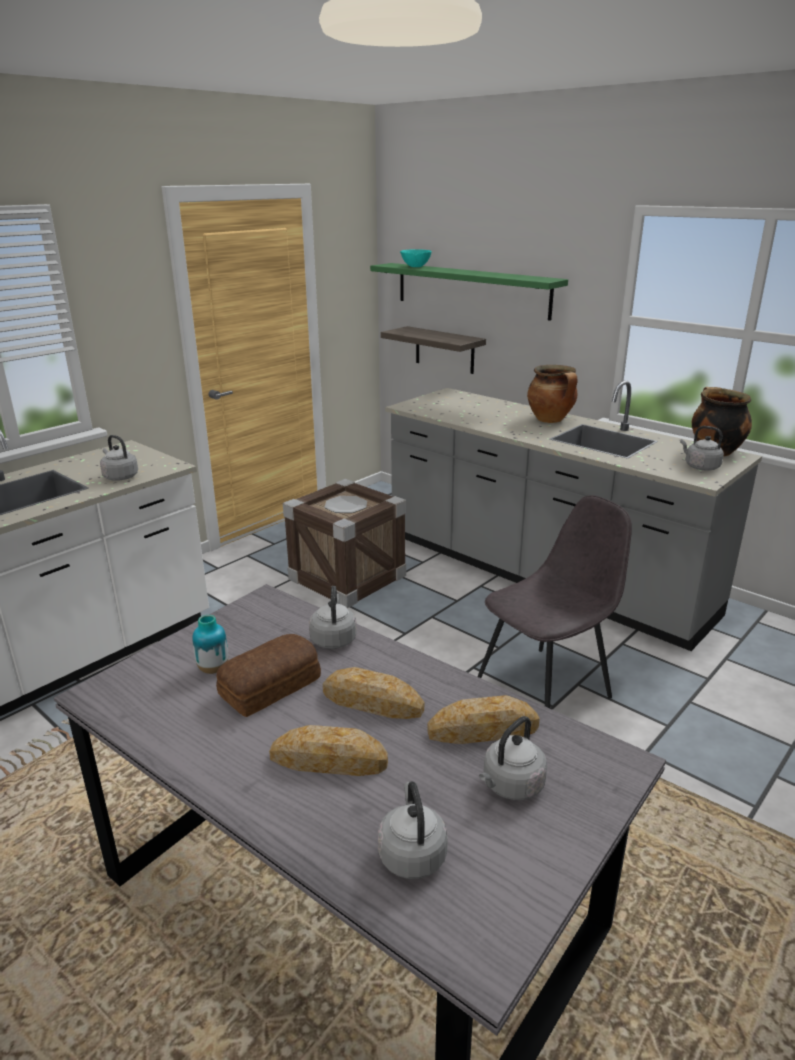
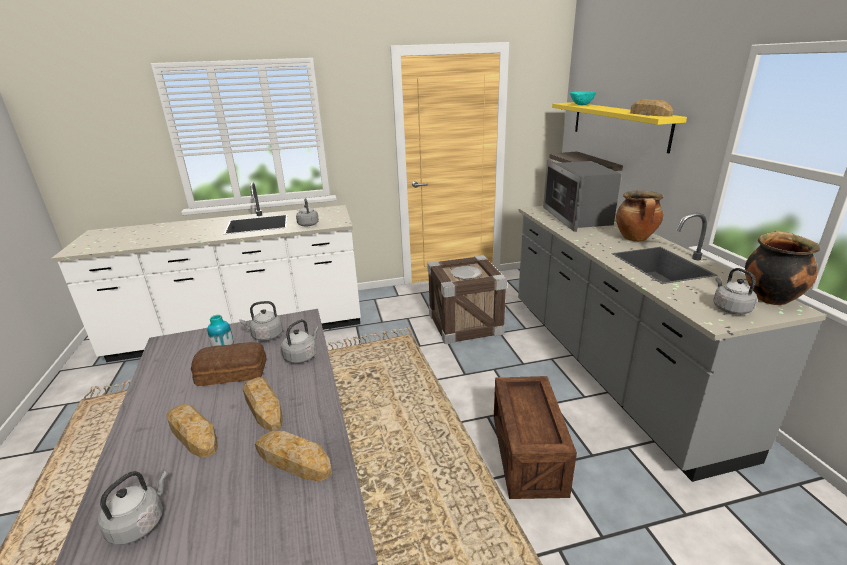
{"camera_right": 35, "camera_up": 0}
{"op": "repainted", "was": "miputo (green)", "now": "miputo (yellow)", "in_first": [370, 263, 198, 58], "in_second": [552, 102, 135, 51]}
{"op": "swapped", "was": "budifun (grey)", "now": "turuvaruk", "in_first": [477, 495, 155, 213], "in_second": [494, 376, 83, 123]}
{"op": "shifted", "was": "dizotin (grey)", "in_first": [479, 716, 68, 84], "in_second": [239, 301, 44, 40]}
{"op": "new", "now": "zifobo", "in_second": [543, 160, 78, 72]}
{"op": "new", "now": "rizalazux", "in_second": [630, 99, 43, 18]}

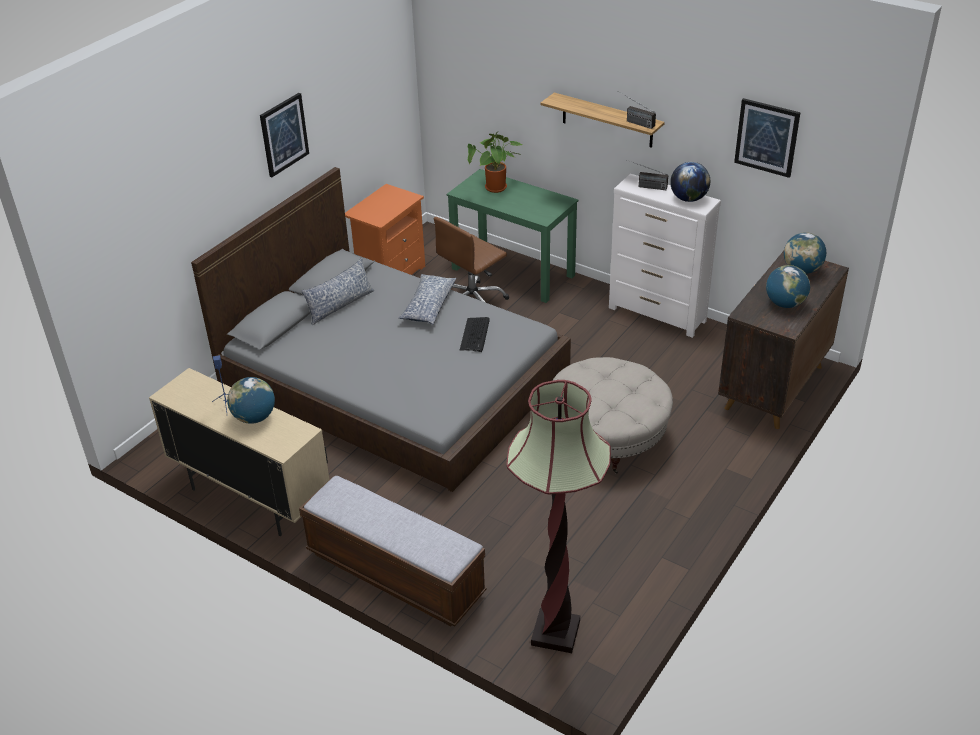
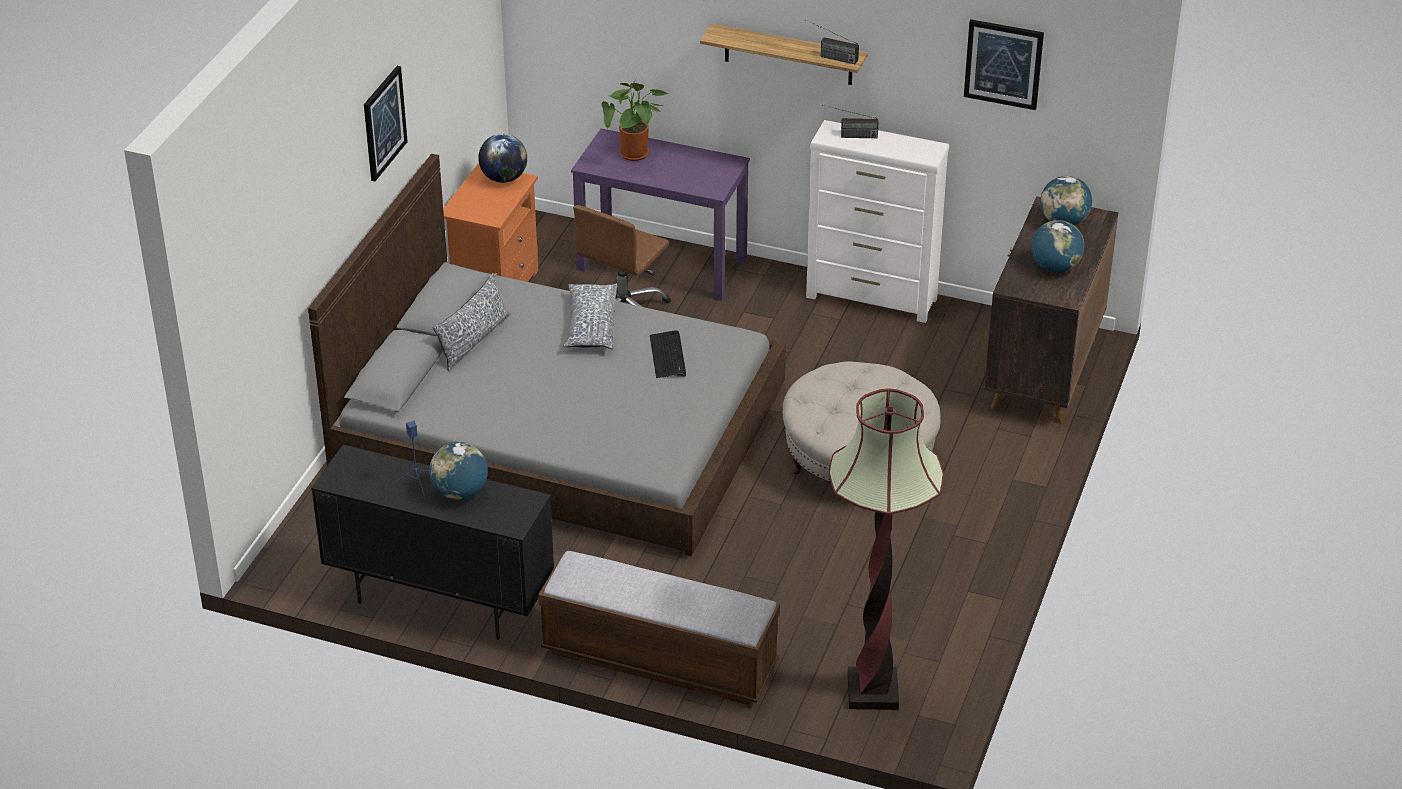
{"camera_right": -15, "camera_up": 0}
{"op": "repainted", "was": "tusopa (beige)", "now": "tusopa (black)", "in_first": [149, 368, 180, 168], "in_second": [311, 445, 243, 195]}
{"op": "repainted", "was": "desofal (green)", "now": "desofal (purple)", "in_first": [447, 169, 131, 134], "in_second": [571, 129, 179, 172]}
{"op": "shifted", "was": "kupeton", "in_first": [670, 162, 40, 40], "in_second": [478, 134, 49, 49]}

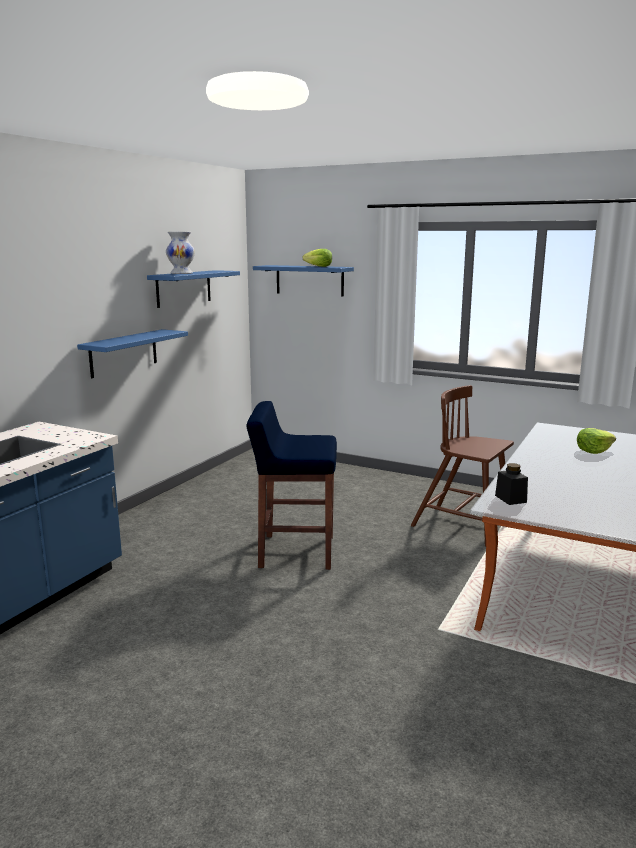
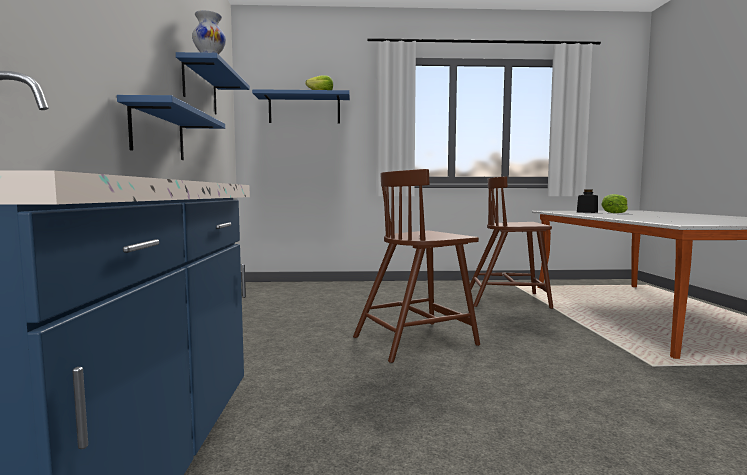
{"camera_right": -30, "camera_up": -10}
{"op": "swapped", "was": "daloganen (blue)", "now": "budifun (brown)", "in_first": [246, 401, 91, 169], "in_second": [353, 169, 127, 194]}
{"op": "shifted", "was": "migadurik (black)", "in_first": [495, 463, 33, 42], "in_second": [577, 189, 21, 24]}

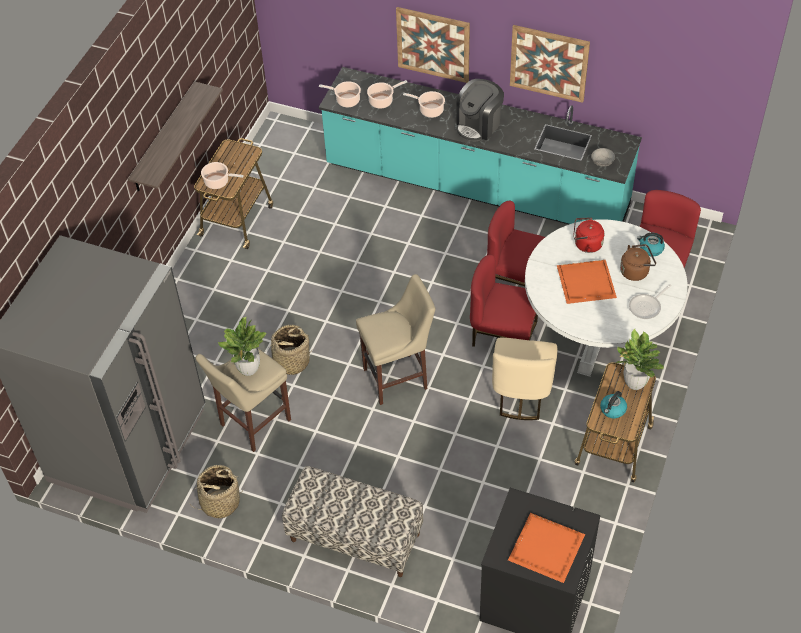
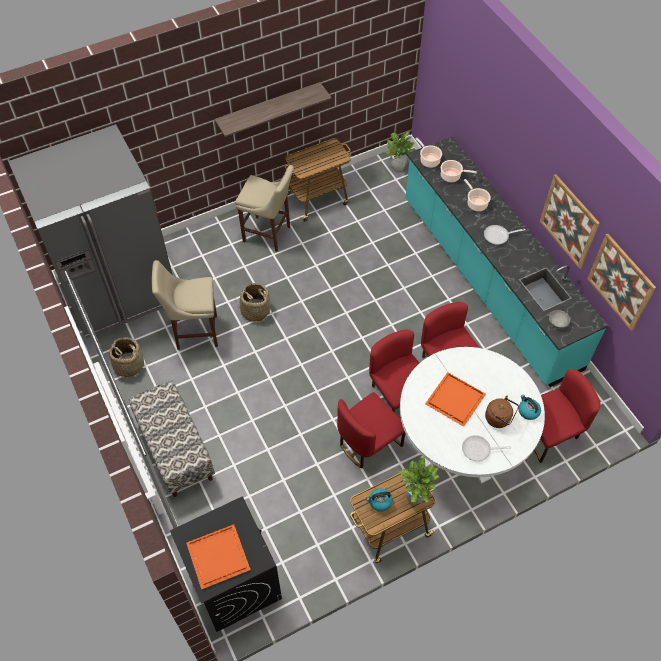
{"camera_right": 40, "camera_up": 5}
{"op": "gone", "was": "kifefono", "in_first": [201, 162, 43, 27]}
{"op": "shifted", "was": "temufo", "in_first": [218, 317, 49, 59], "in_second": [385, 132, 31, 40]}
{"op": "shifted", "was": "daloganen (beige)", "in_first": [356, 274, 79, 131], "in_second": [235, 165, 59, 87]}
{"op": "shifted", "was": "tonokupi", "in_first": [396, 7, 74, 76], "in_second": [587, 234, 69, 97]}
{"op": "swapped", "was": "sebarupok", "now": "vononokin", "in_first": [456, 79, 48, 63], "in_second": [484, 225, 42, 20]}
{"op": "repainted", "was": "budifun (beige)", "now": "budifun (red)", "in_first": [492, 338, 65, 82], "in_second": [337, 392, 68, 77]}
{"op": "gone", "was": "dizotin (red)", "in_first": [573, 218, 31, 35]}

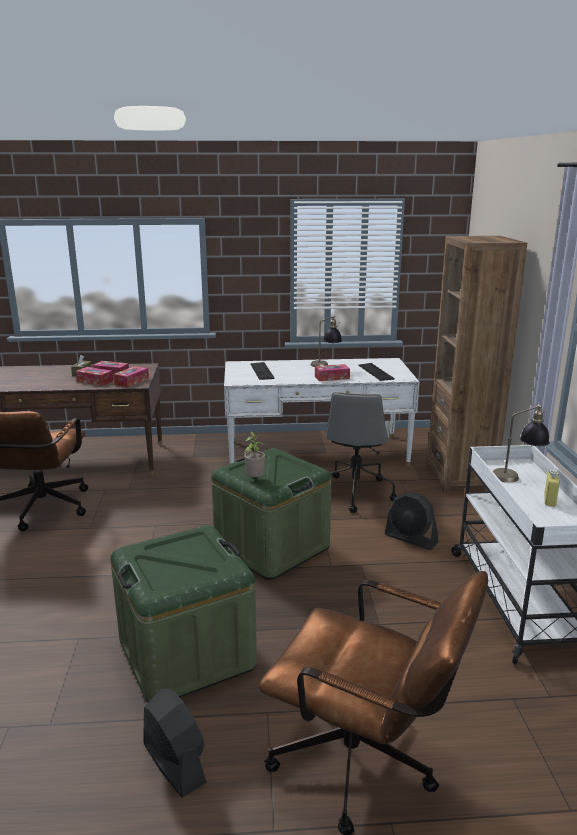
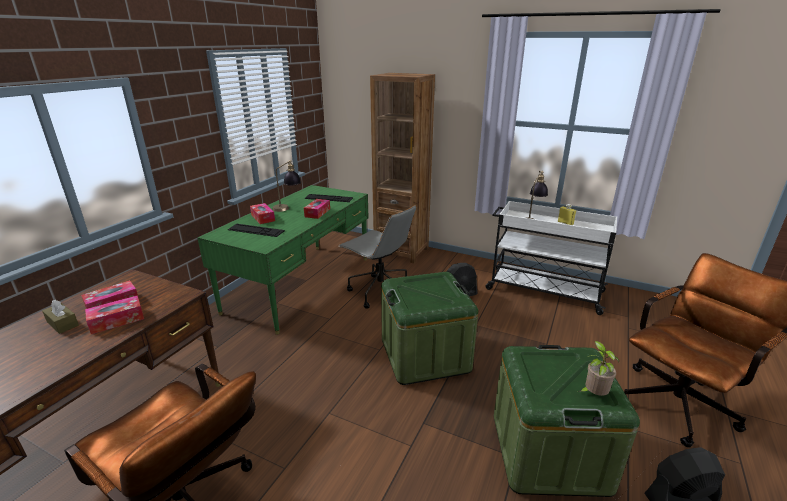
{"camera_right": -60, "camera_up": 5}
{"op": "shifted", "was": "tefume", "in_first": [113, 366, 36, 21], "in_second": [250, 203, 25, 21]}
{"op": "repainted", "was": "desofal (white)", "now": "desofal (green)", "in_first": [224, 358, 195, 108], "in_second": [198, 185, 171, 150]}
{"op": "shifted", "was": "temufo", "in_first": [244, 432, 21, 45], "in_second": [578, 341, 41, 55]}

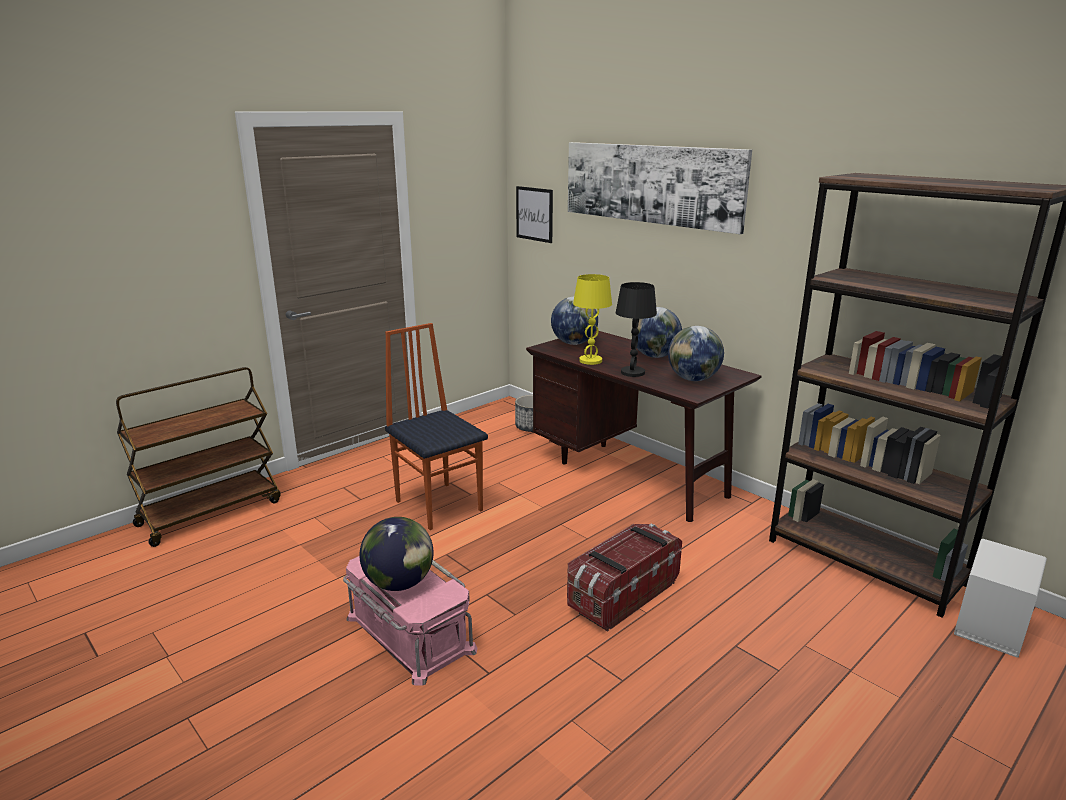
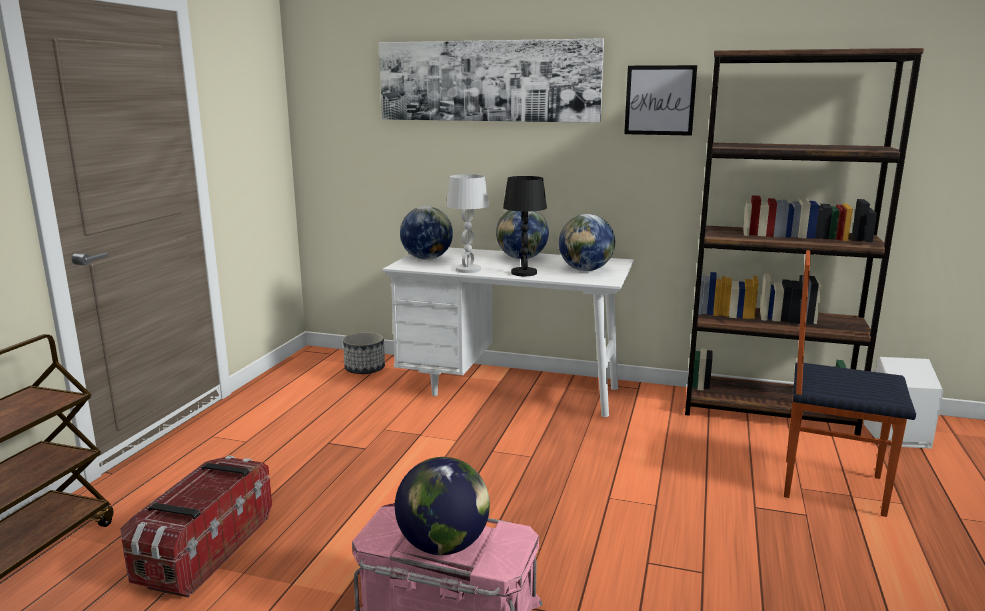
{"camera_right": -30, "camera_up": -5}
{"op": "shifted", "was": "budifun", "in_first": [385, 323, 103, 207], "in_second": [784, 250, 132, 267]}
{"op": "shifted", "was": "tonokupi", "in_first": [516, 186, 37, 57], "in_second": [624, 65, 73, 71]}
{"op": "repainted", "was": "desofal (brown)", "now": "desofal (white)", "in_first": [526, 330, 235, 192], "in_second": [383, 247, 251, 170]}
{"op": "shifted", "was": "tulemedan", "in_first": [567, 523, 115, 109], "in_second": [121, 456, 151, 142]}
{"op": "repainted", "was": "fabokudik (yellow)", "now": "fabokudik (white)", "in_first": [573, 274, 39, 91], "in_second": [446, 174, 43, 99]}

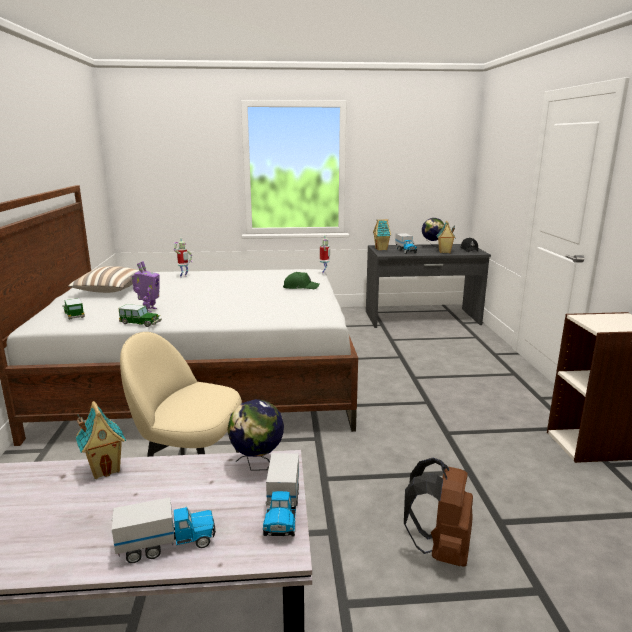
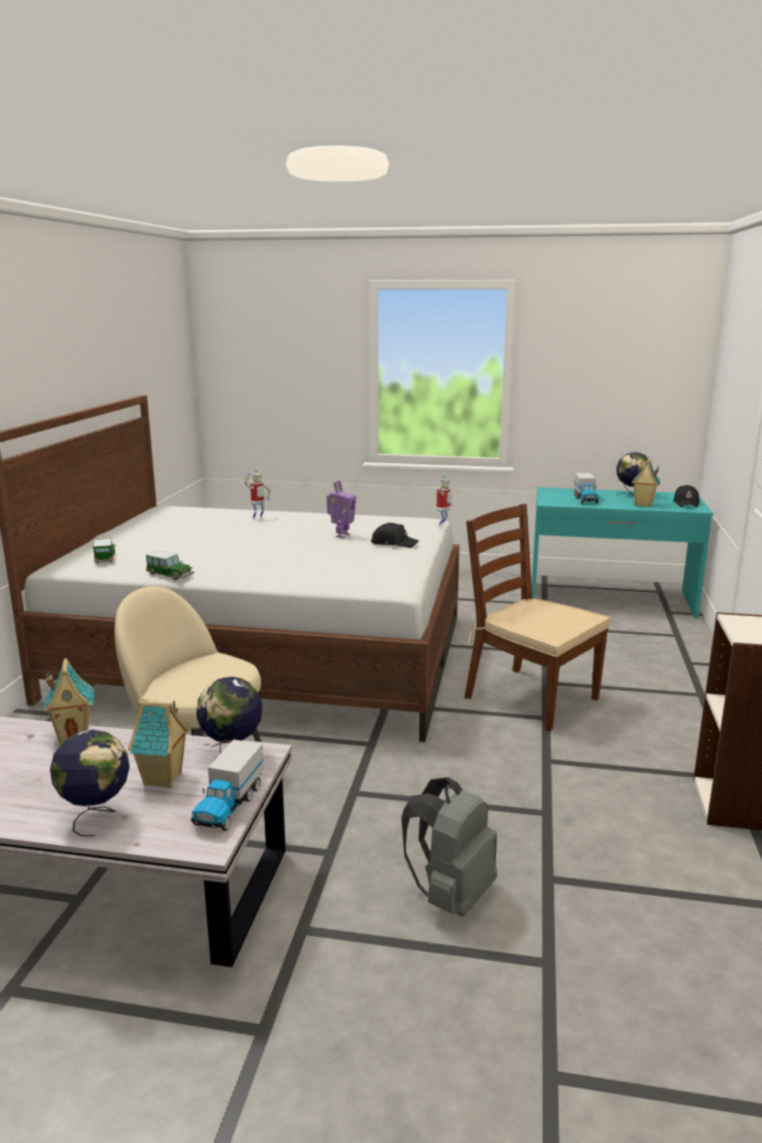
{"camera_right": 15, "camera_up": 0}
{"op": "gone", "was": "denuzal", "in_first": [68, 266, 71, 27]}
{"op": "swapped", "was": "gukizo", "now": "kupeton", "in_first": [112, 497, 104, 66], "in_second": [50, 730, 80, 106]}
{"op": "shifted", "was": "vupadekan", "in_first": [132, 261, 28, 52], "in_second": [327, 480, 29, 58]}
{"op": "repainted", "was": "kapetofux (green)", "now": "kapetofux (black)", "in_first": [283, 272, 37, 17], "in_second": [371, 523, 48, 25]}
{"op": "repainted", "was": "desofal (grey)", "now": "desofal (turquoise)", "in_first": [366, 244, 125, 84], "in_second": [532, 487, 181, 131]}
{"op": "shifted", "was": "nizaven", "in_first": [373, 219, 18, 31], "in_second": [128, 700, 61, 88]}
{"op": "repainted", "was": "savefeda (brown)", "now": "savefeda (grey)", "in_first": [404, 458, 69, 109], "in_second": [401, 777, 96, 140]}
{"op": "new", "now": "budifun (brown)", "in_second": [464, 504, 147, 228]}

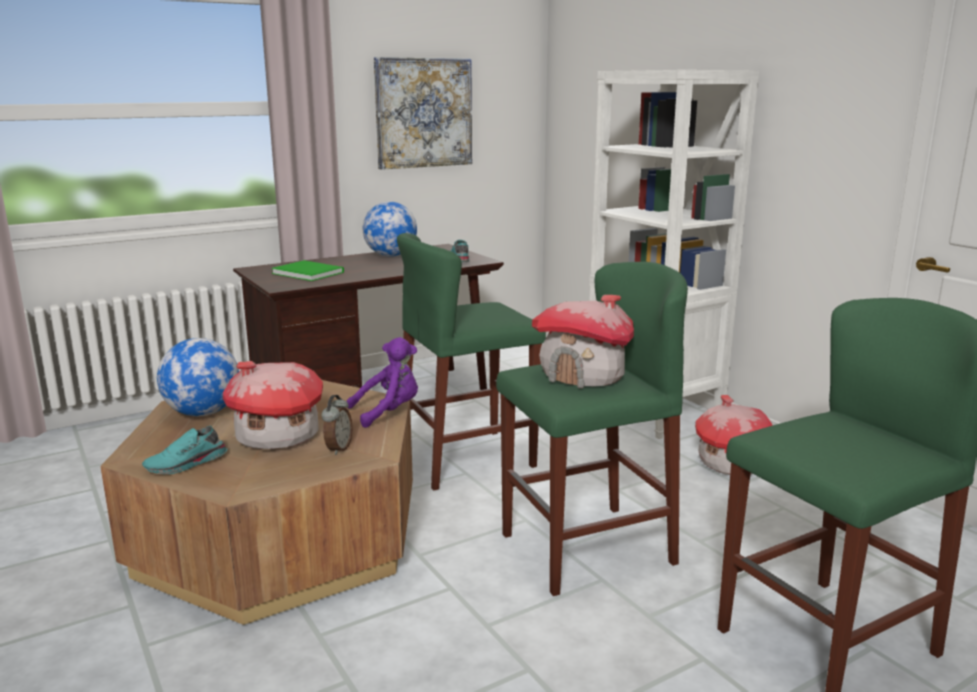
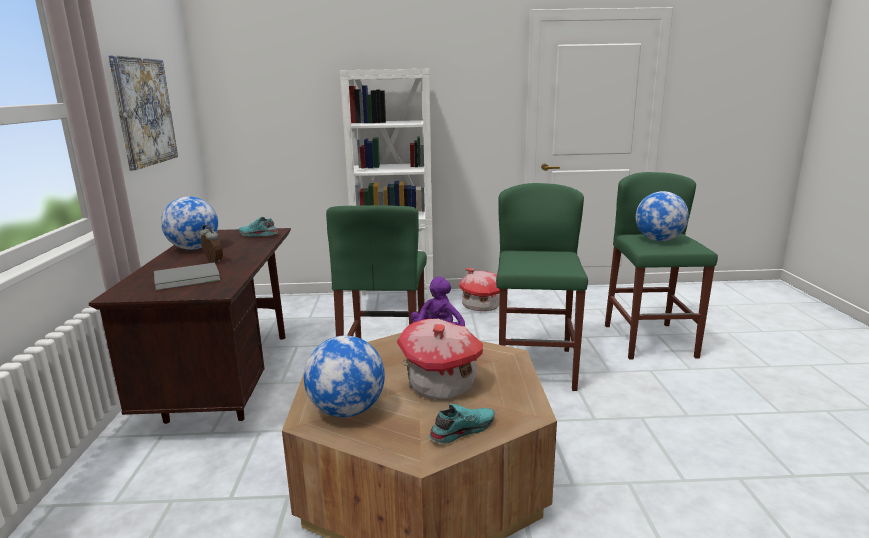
{"camera_right": -60, "camera_up": 0}
{"op": "rotated", "was": "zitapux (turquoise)", "in_first": [142, 426, 86, 48], "in_second": [429, 404, 66, 40], "clockwise": -120}
{"op": "repainted", "was": "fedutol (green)", "now": "fedutol (grey)", "in_first": [272, 260, 72, 21], "in_second": [154, 263, 67, 27]}
{"op": "shifted", "was": "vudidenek", "in_first": [321, 395, 31, 60], "in_second": [199, 225, 24, 38]}
{"op": "gone", "was": "nizaven", "in_first": [532, 295, 102, 94]}
{"op": "new", "now": "kupeton", "in_second": [635, 191, 54, 50]}

